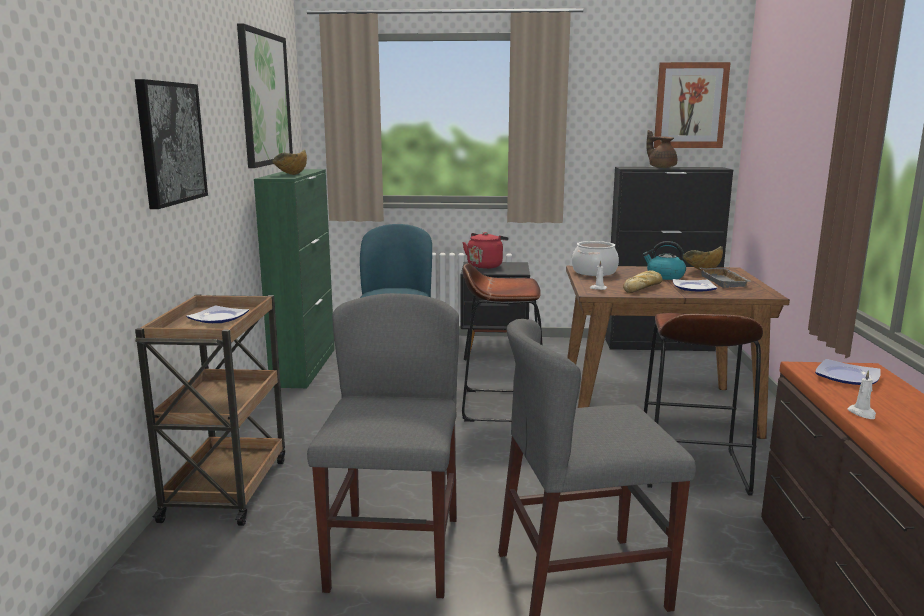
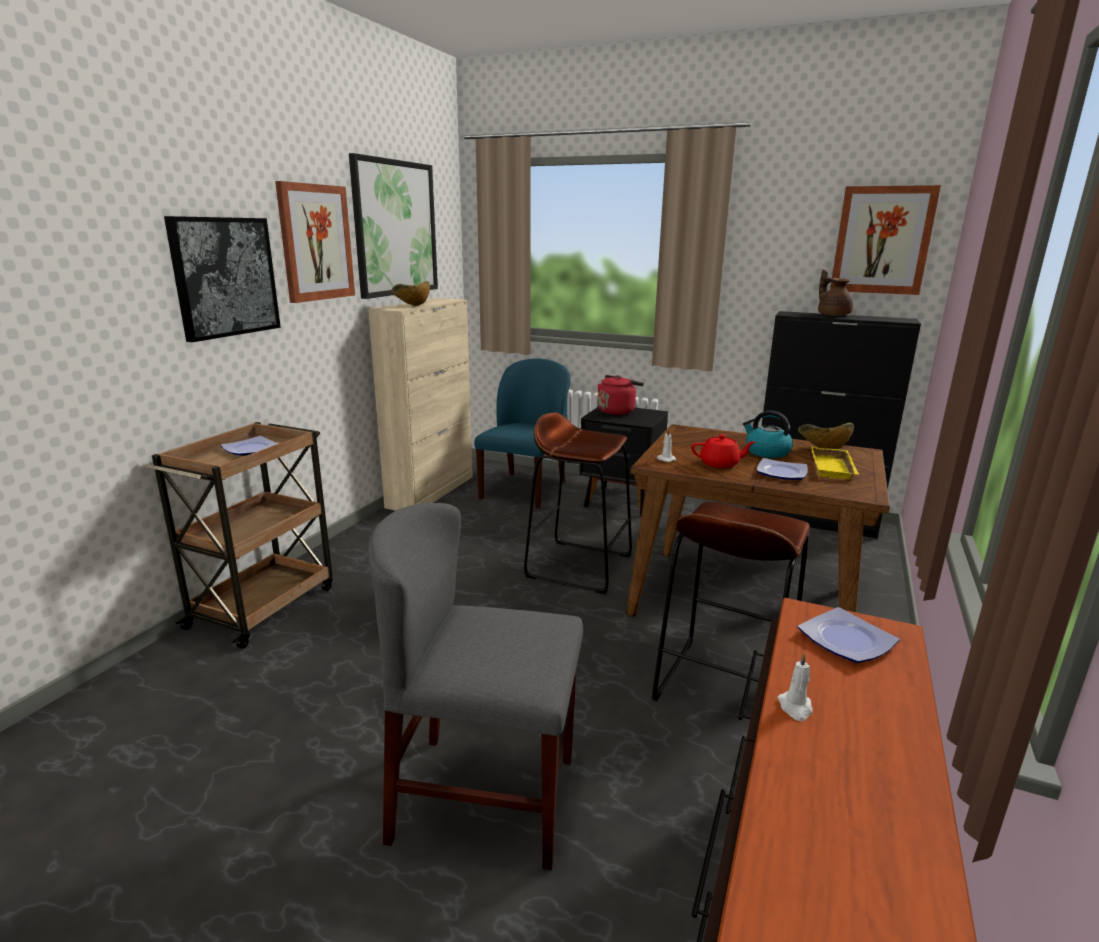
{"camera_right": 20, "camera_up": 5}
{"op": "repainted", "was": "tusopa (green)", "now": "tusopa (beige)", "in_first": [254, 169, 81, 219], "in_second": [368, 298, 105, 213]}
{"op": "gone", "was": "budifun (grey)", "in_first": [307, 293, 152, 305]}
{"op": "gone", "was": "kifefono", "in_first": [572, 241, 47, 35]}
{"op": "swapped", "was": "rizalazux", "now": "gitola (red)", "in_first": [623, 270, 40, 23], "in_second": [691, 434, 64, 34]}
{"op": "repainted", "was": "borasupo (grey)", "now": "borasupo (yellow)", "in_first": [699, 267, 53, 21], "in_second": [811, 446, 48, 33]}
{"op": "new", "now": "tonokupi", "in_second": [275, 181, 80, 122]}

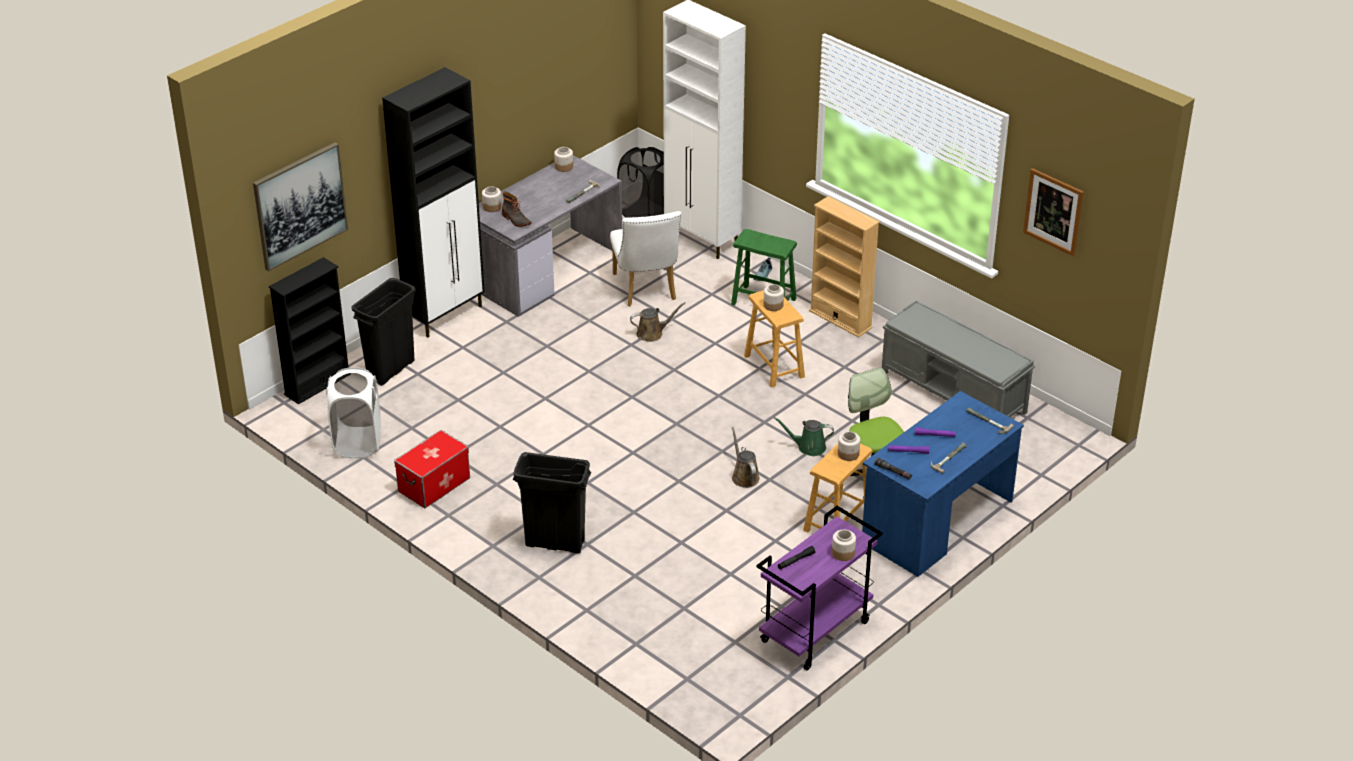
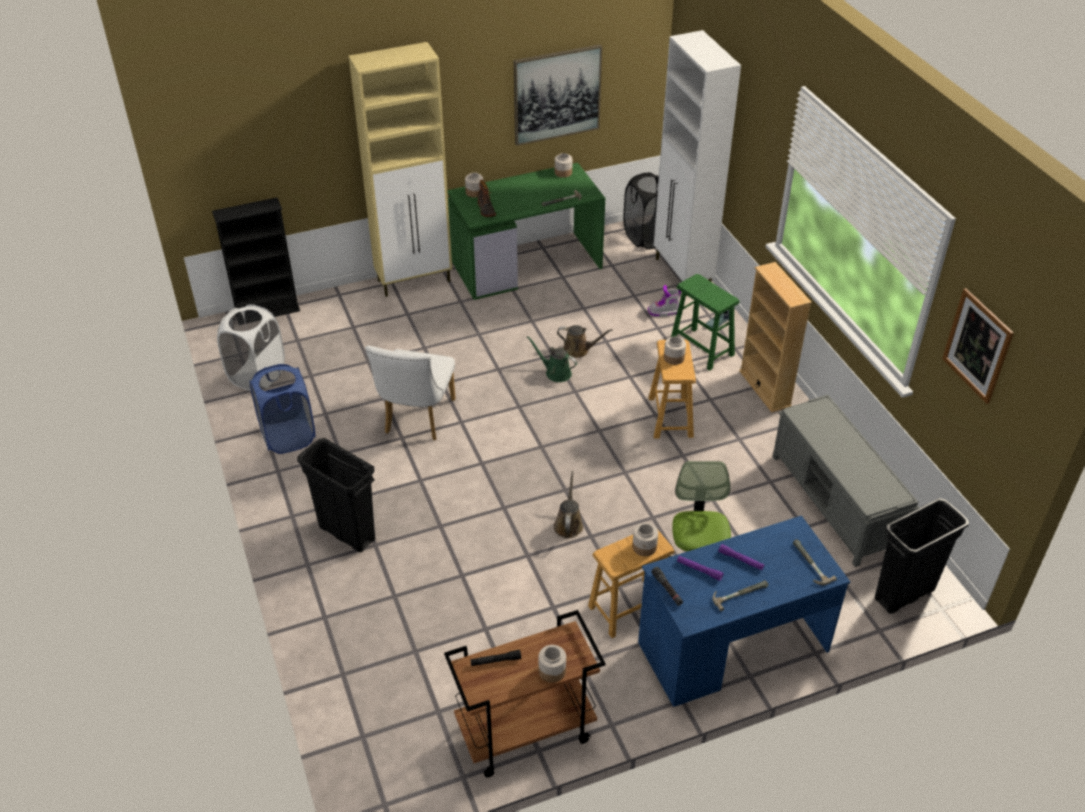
{"camera_right": 25, "camera_up": 5}
{"op": "shifted", "was": "tonokupi", "in_first": [253, 142, 95, 129], "in_second": [514, 44, 88, 102]}
{"op": "shifted", "was": "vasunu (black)", "in_first": [351, 278, 65, 108], "in_second": [875, 498, 94, 116]}
{"op": "repainted", "was": "tusopa (black)", "now": "tusopa (beige)", "in_first": [382, 67, 103, 270], "in_second": [349, 42, 103, 255]}
{"op": "swapped", "was": "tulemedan", "now": "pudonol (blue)", "in_first": [394, 430, 76, 78], "in_second": [250, 364, 66, 90]}
{"op": "repainted", "was": "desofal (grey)", "now": "desofal (green)", "in_first": [479, 155, 143, 162], "in_second": [447, 163, 158, 137]}
{"op": "shifted", "was": "budifun (white)", "in_first": [610, 211, 72, 95], "in_second": [365, 345, 91, 95]}
{"op": "repainted", "was": "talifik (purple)", "now": "talifik (brown)", "in_first": [757, 506, 126, 164], "in_second": [444, 610, 162, 167]}
{"op": "shifted", "was": "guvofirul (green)", "in_first": [774, 417, 60, 39], "in_second": [527, 336, 50, 46]}
{"op": "new", "now": "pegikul", "in_second": [648, 285, 33, 32]}

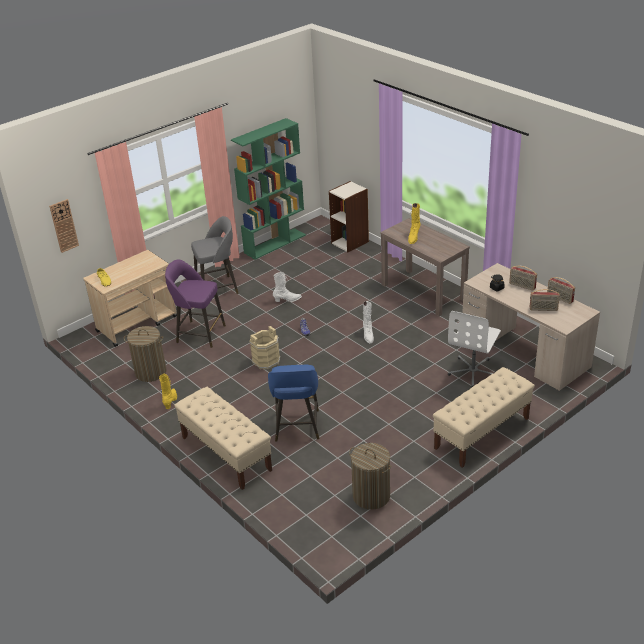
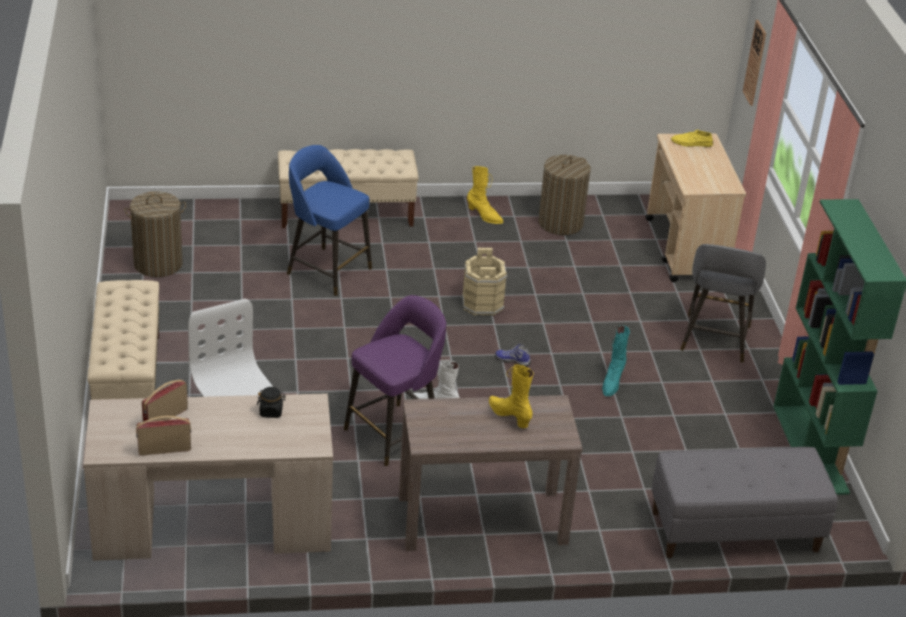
{"camera_right": 120, "camera_up": 0}
{"op": "shifted", "was": "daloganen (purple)", "in_first": [165, 259, 61, 89], "in_second": [344, 295, 102, 171]}
{"op": "repainted", "was": "pegikul (white)", "now": "pegikul (turquoise)", "in_first": [273, 272, 29, 30], "in_second": [602, 326, 28, 70]}
{"op": "swapped", "was": "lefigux", "now": "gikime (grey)", "in_first": [329, 181, 40, 71], "in_second": [651, 447, 187, 111]}
{"op": "gone", "was": "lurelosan", "in_first": [509, 266, 28, 24]}

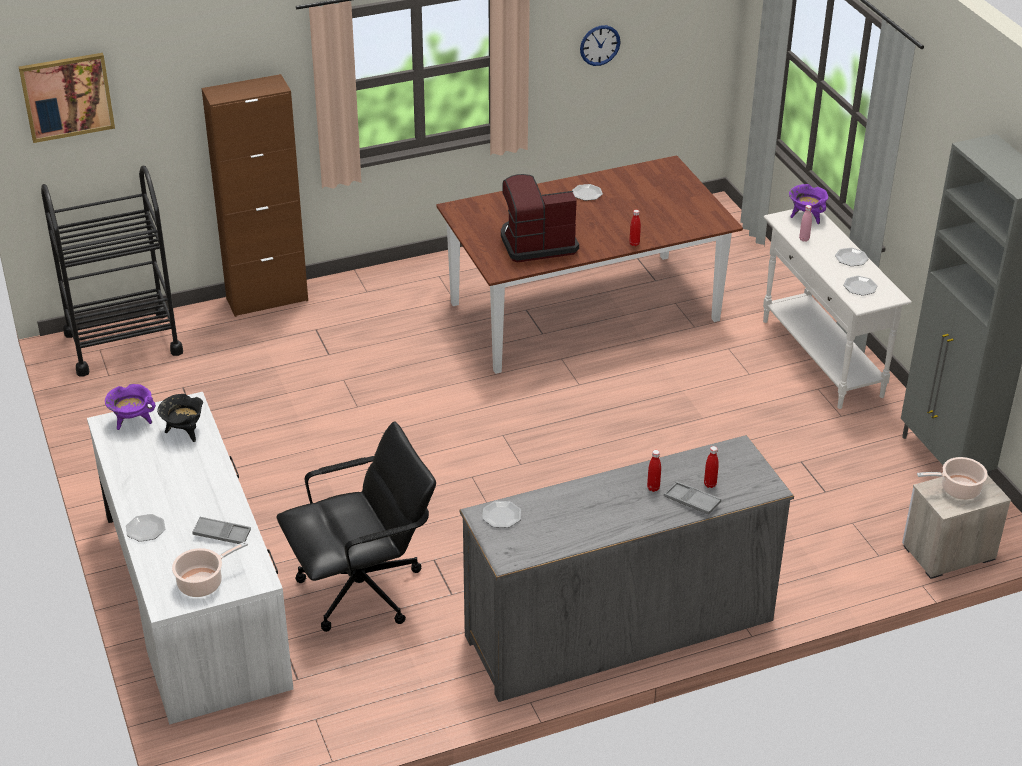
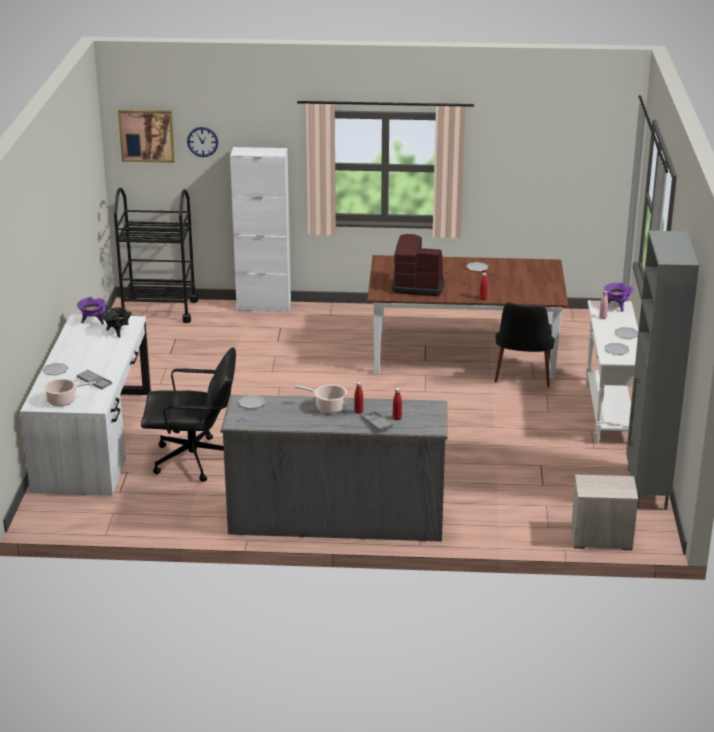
{"camera_right": 25, "camera_up": -10}
{"op": "repainted", "was": "tusopa (brown)", "now": "tusopa (white)", "in_first": [202, 74, 106, 243], "in_second": [230, 147, 61, 166]}
{"op": "shifted", "was": "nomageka", "in_first": [580, 25, 41, 41], "in_second": [187, 127, 31, 30]}
{"op": "shifted", "was": "kifefono", "in_first": [917, 457, 71, 43], "in_second": [295, 385, 52, 28]}
{"op": "new", "now": "budifun (black)", "in_second": [494, 302, 61, 85]}

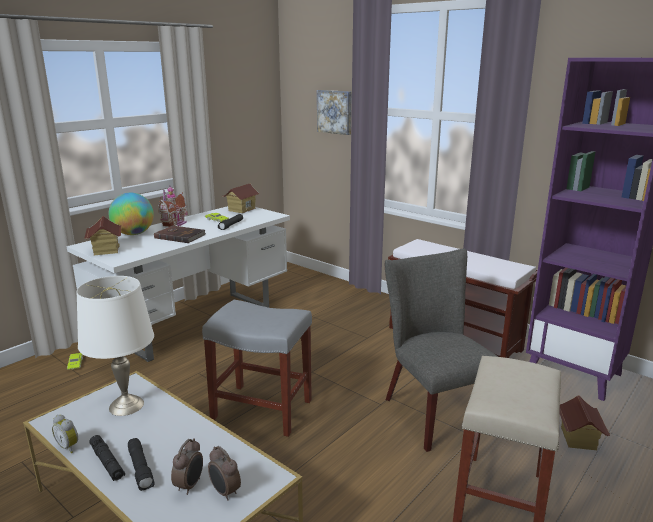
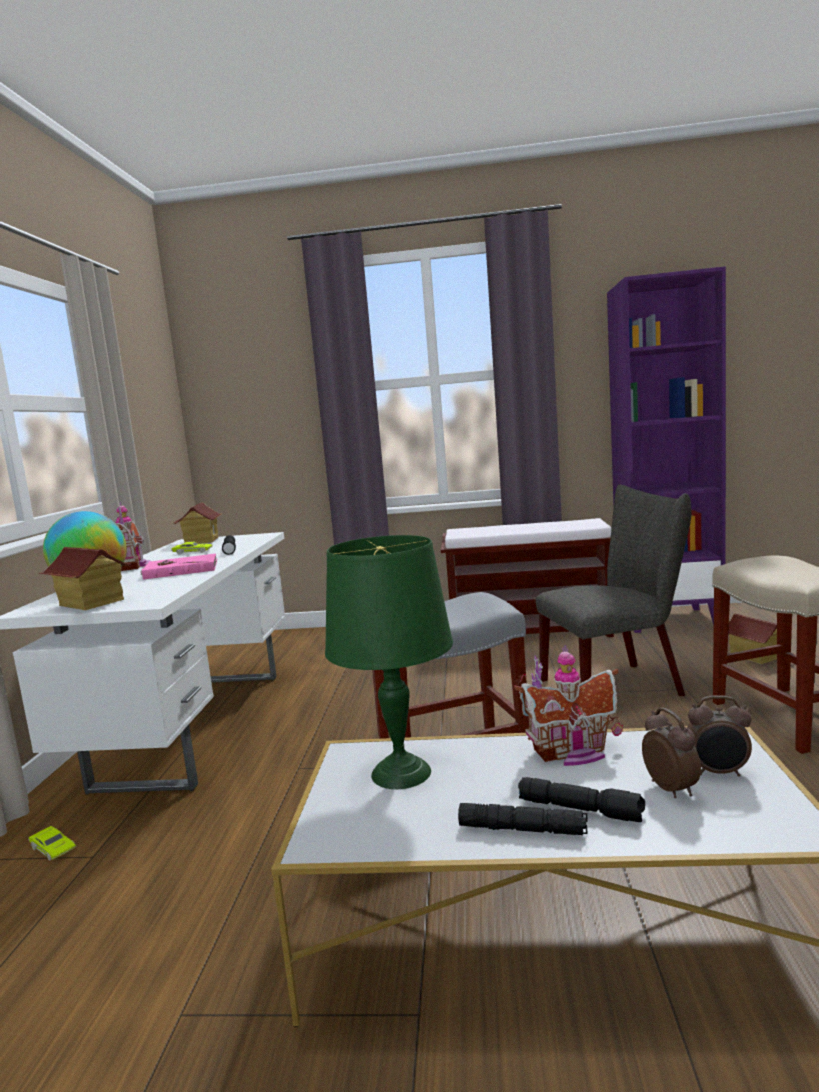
{"camera_right": -35, "camera_up": -10}
{"op": "gone", "was": "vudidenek", "in_first": [52, 415, 26, 38]}
{"op": "repainted", "was": "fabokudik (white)", "now": "fabokudik (green)", "in_first": [76, 276, 78, 140], "in_second": [325, 535, 128, 254]}
{"op": "repainted", "was": "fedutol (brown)", "now": "fedutol (pink)", "in_first": [154, 225, 52, 18], "in_second": [140, 554, 78, 26]}
{"op": "gone", "was": "tonokupi", "in_first": [317, 90, 35, 45]}
{"op": "rotated", "was": "budifun (grey)", "in_first": [385, 249, 113, 203], "in_second": [536, 484, 156, 212], "clockwise": 135}
{"op": "new", "now": "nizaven", "in_second": [514, 645, 110, 121]}

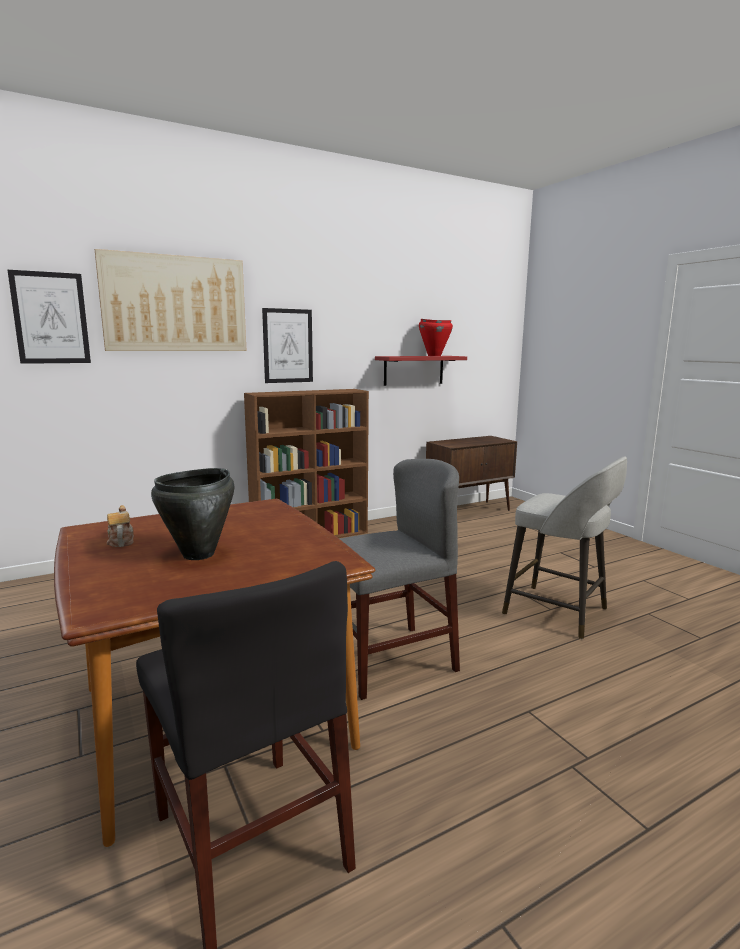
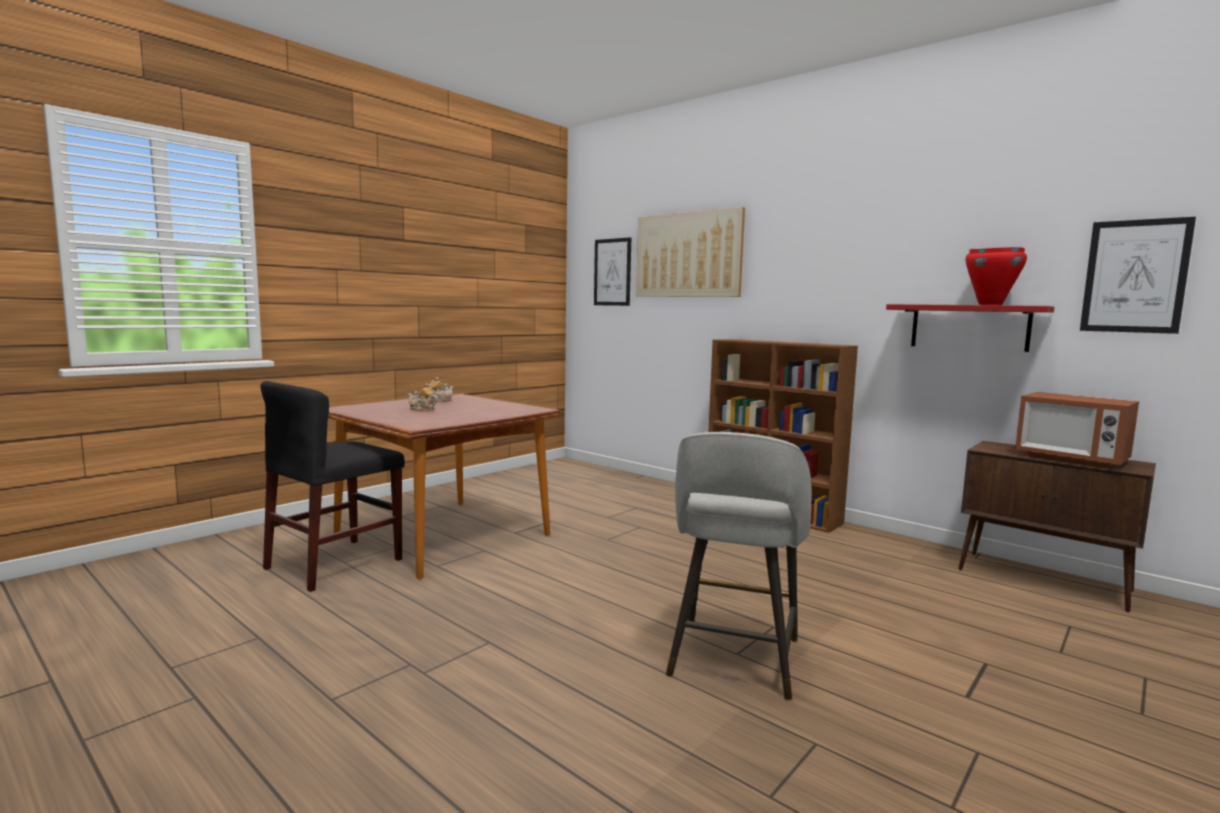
{"camera_right": 70, "camera_up": -5}
{"op": "swapped", "was": "kifefono (black)", "now": "gitola", "in_first": [151, 468, 83, 92], "in_second": [408, 383, 30, 28]}
{"op": "shifted", "was": "tonokupi", "in_first": [262, 308, 51, 75], "in_second": [1080, 217, 116, 117]}
{"op": "gone", "was": "budifun (grey)", "in_first": [340, 459, 120, 241]}
{"op": "new", "now": "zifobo", "in_second": [1015, 392, 124, 76]}

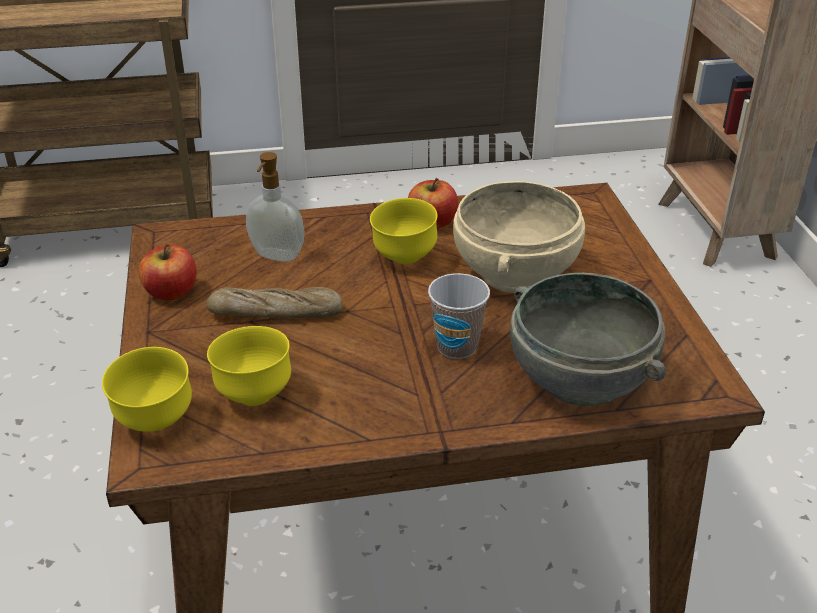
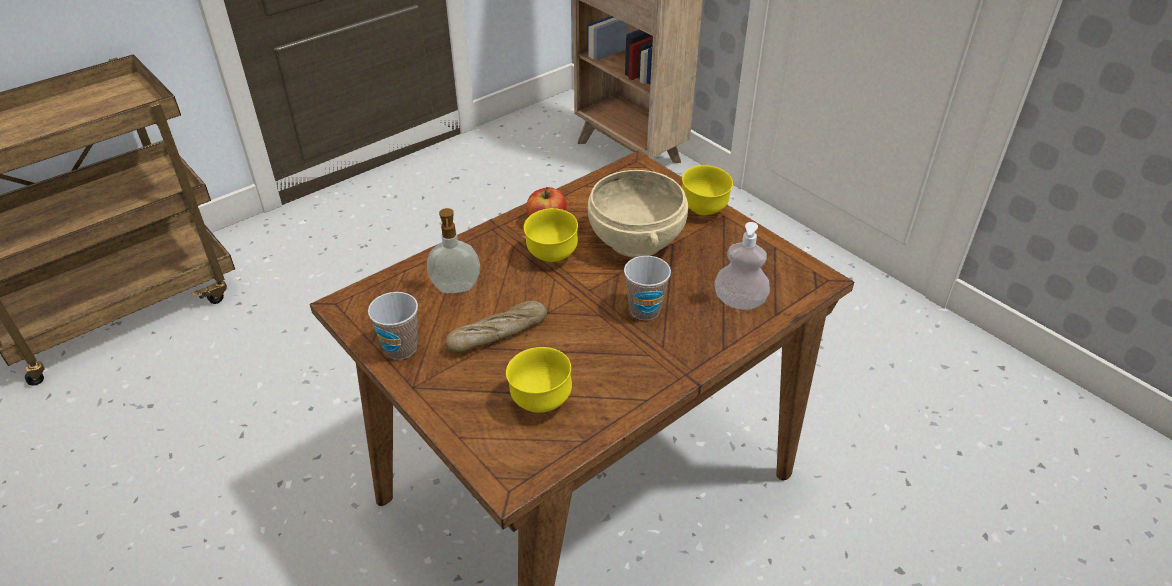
{"camera_right": -30, "camera_up": 5}
{"op": "shifted", "was": "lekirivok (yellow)", "in_first": [102, 347, 90, 85], "in_second": [682, 165, 51, 50]}
{"op": "swapped", "was": "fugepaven", "now": "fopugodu", "in_first": [139, 243, 58, 57], "in_second": [368, 292, 50, 68]}
{"op": "swapped", "was": "lekirivok (grey)", "now": "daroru", "in_first": [510, 273, 156, 133], "in_second": [714, 222, 56, 88]}

